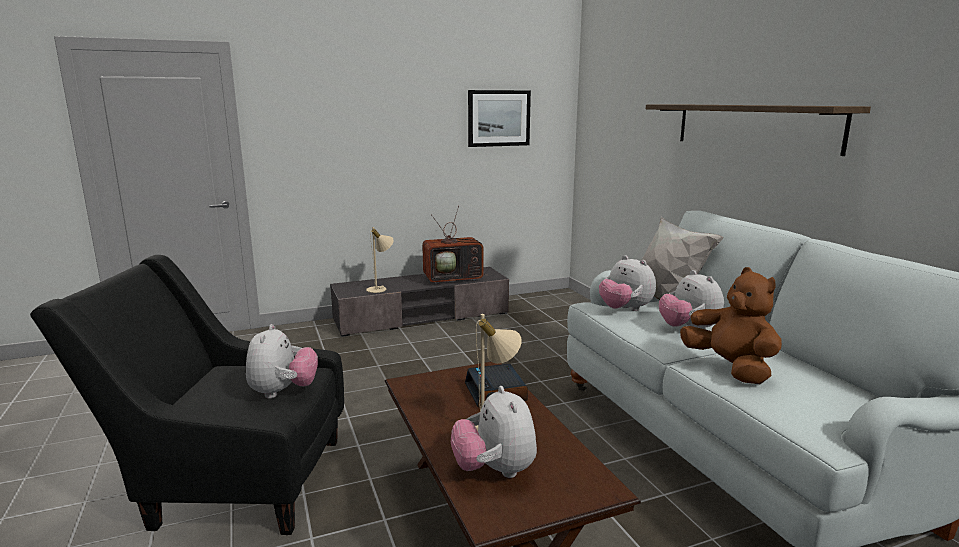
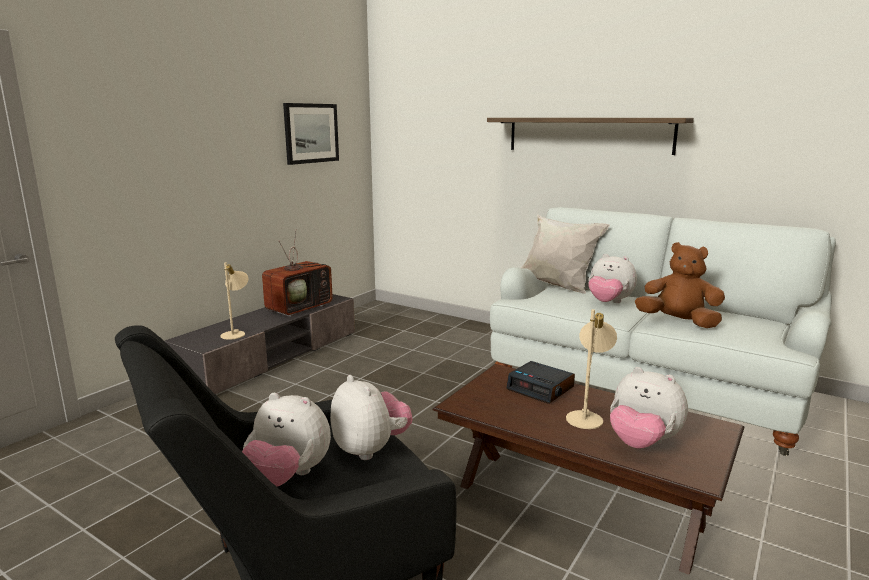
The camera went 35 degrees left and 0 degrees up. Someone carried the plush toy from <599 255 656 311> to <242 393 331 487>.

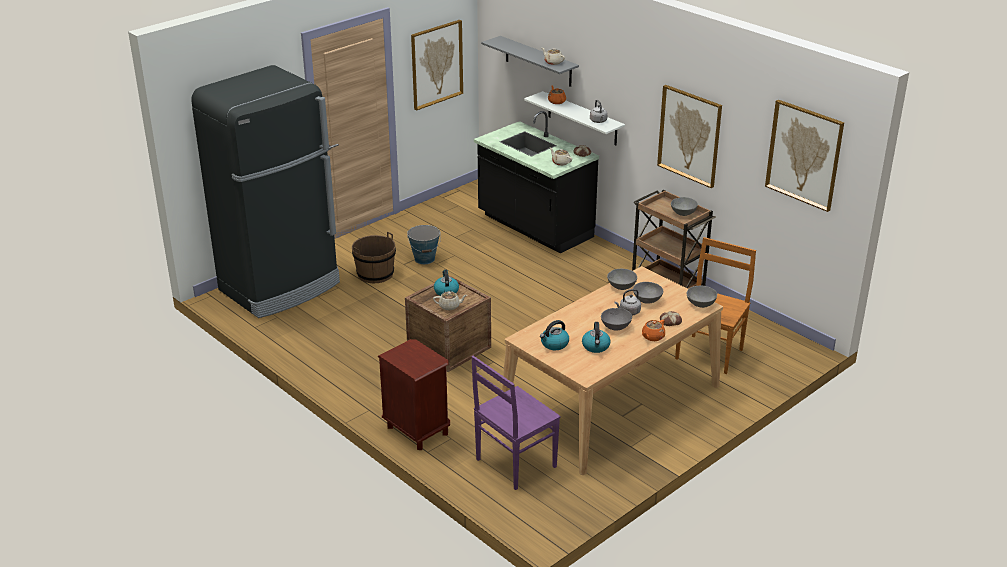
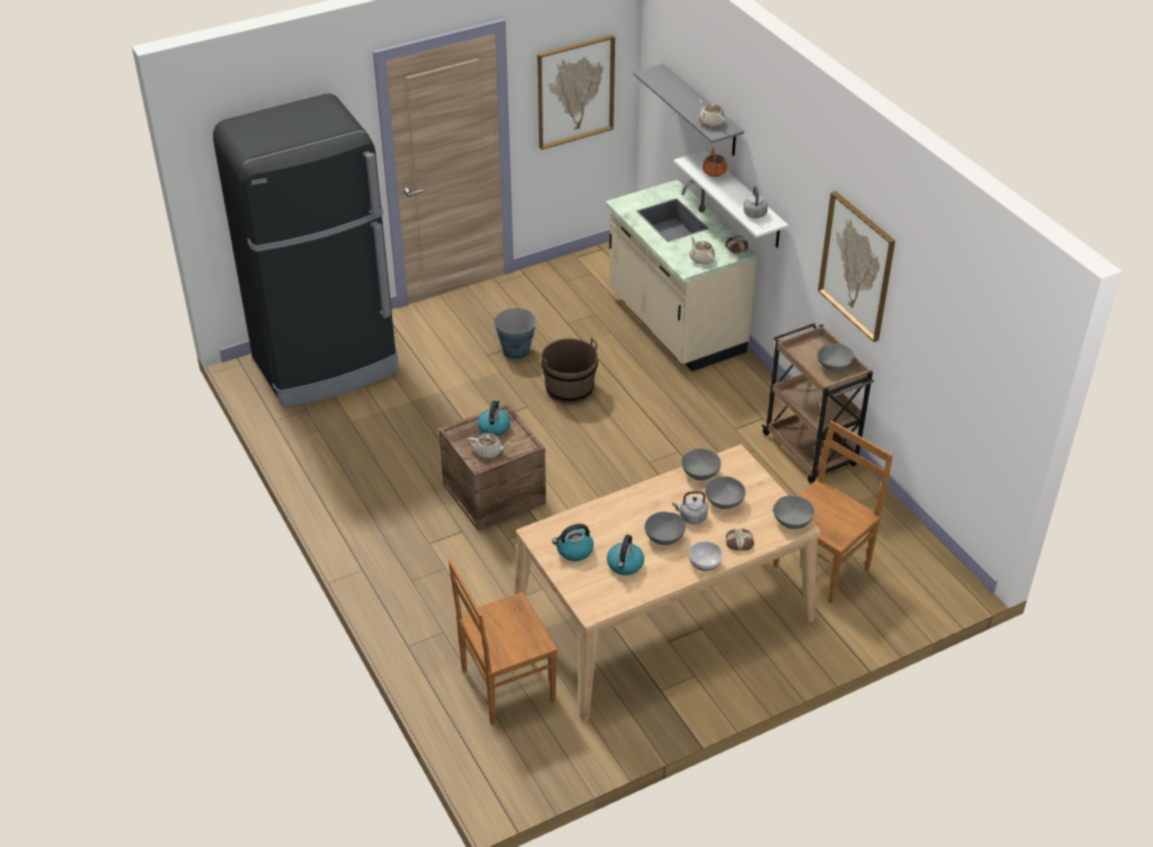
The camera went 15 degrees right and 10 degrees up. Someone repainted the chair/purple at <471 356 561 490>, which became the chair/brown at <448 559 558 725>. Someone carried the bucket/brown from <352 231 396 283> to <541 338 598 404>. Someone repainted the counter/black at <474 111 599 253>, which became the counter/beige at <605 180 758 371>. Someone swapped the teapot/orange at <642 320 665 341> for the bowl at <689 541 723 571>. Someone took away the nightstand/brown at <378 339 450 450>. Someone took away the picture at <765 100 844 212>.

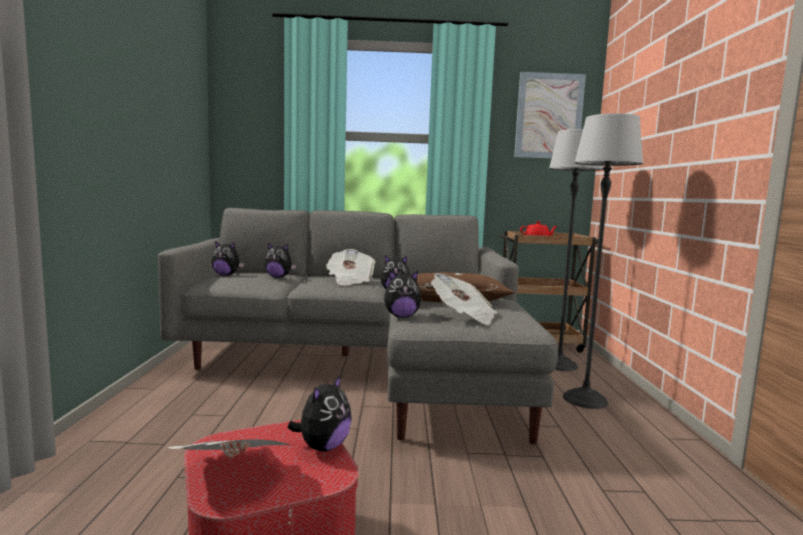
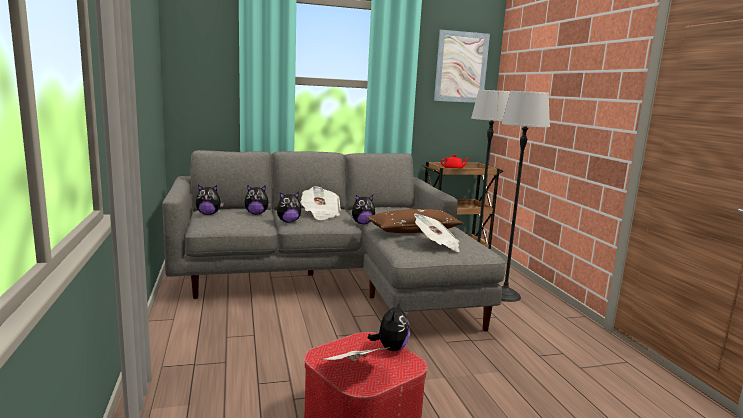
The camera went 15 degrees left and 5 degrees up. Someone carried the plush toy from <384 270 422 317> to <277 192 301 223>.

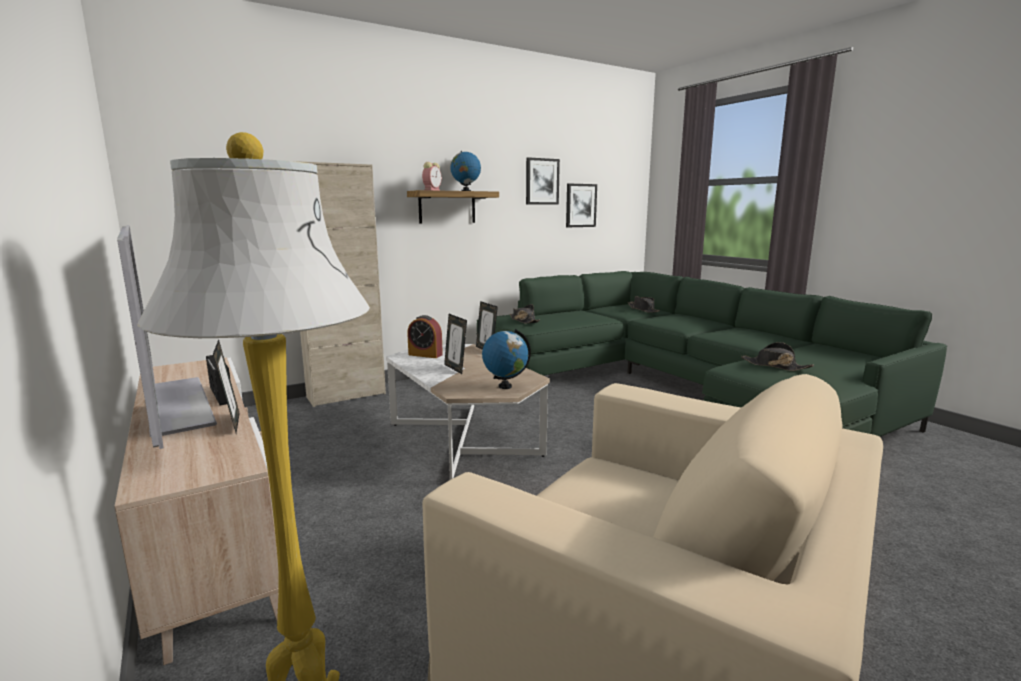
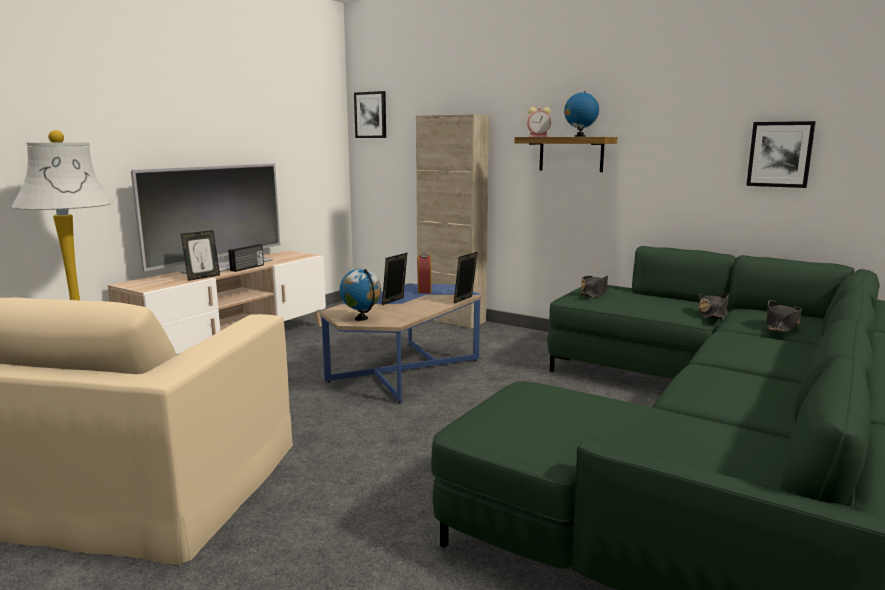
The camera went 65 degrees right and 0 degrees up. Someone repainted the coffee table/white at <386 344 550 480>, which became the coffee table/blue at <320 284 482 403>. Someone carried the picture from <526 157 560 205> to <354 91 386 138>. Someone carried the hat/black from <741 342 814 371> to <698 293 729 319>.

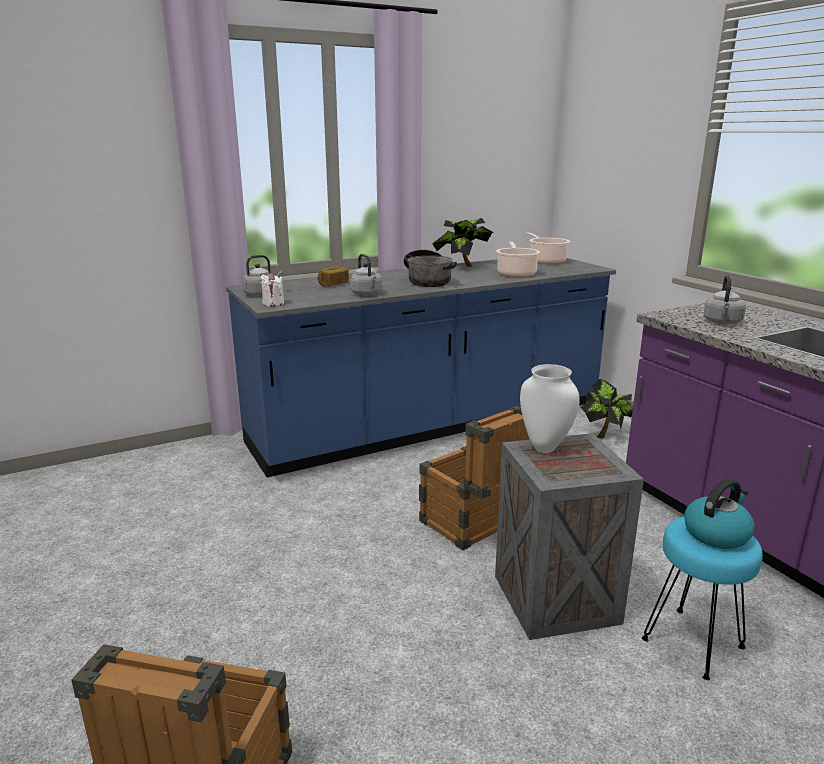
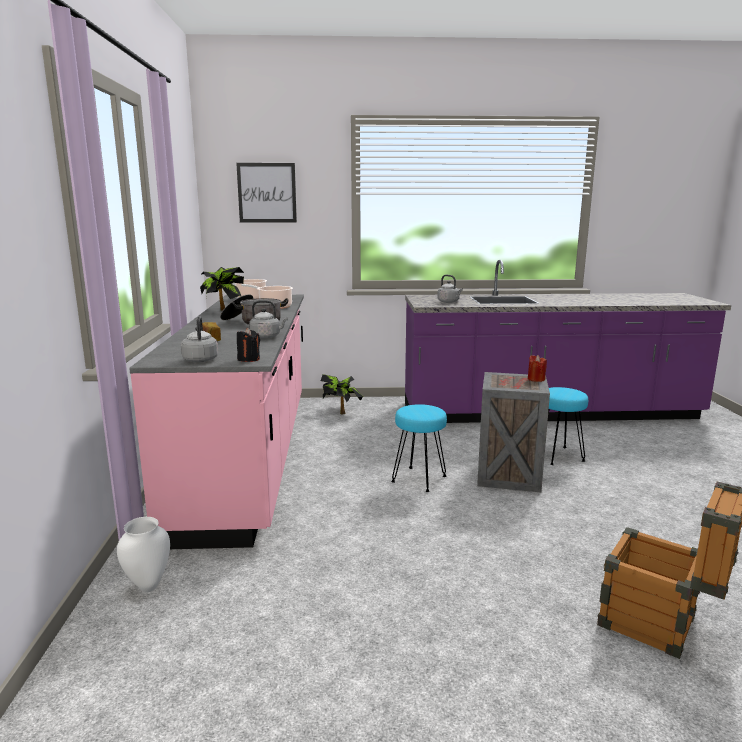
The camera went 65 degrees left and 5 degrees down. Someone carried the vase/white from <520 364 580 453> to <117 517 170 592>. Someone repainted the counter/blue at <226 258 616 477>, which became the counter/pink at <129 295 304 549>. Someone put up the picture at <236 163 297 222>. Someone repainted the candle/white at <260 273 284 307>, which became the candle/black at <237 328 260 362>. Someone swapped the crate at <419 406 530 550> for the stool/turquoise at <391 404 447 492>. Someone put down the candle/red at <528 355 547 382>. Someone took away the kettle at <684 478 755 549>.

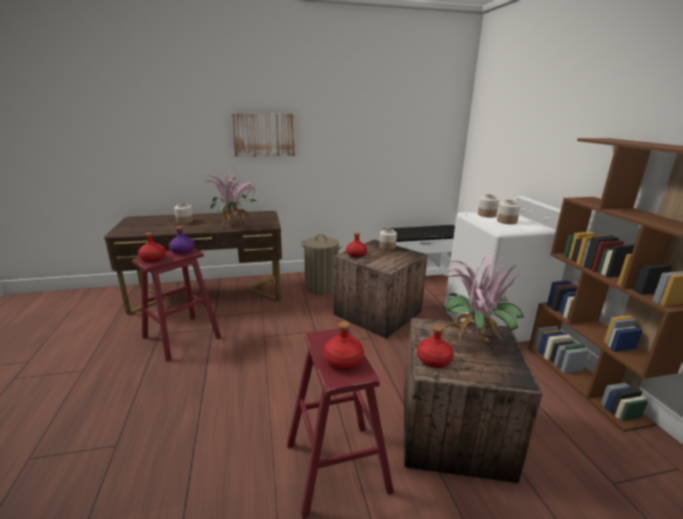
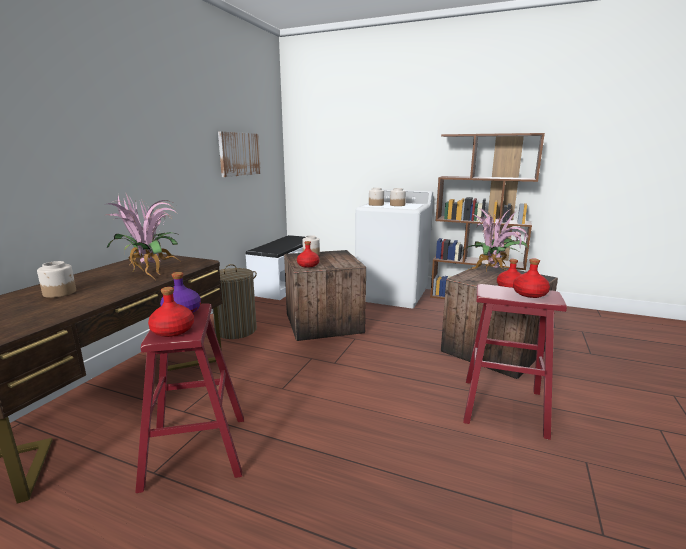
The camera went 55 degrees left and 5 degrees down. Someone carried the picture from <231 113 296 157> to <218 131 261 177>.

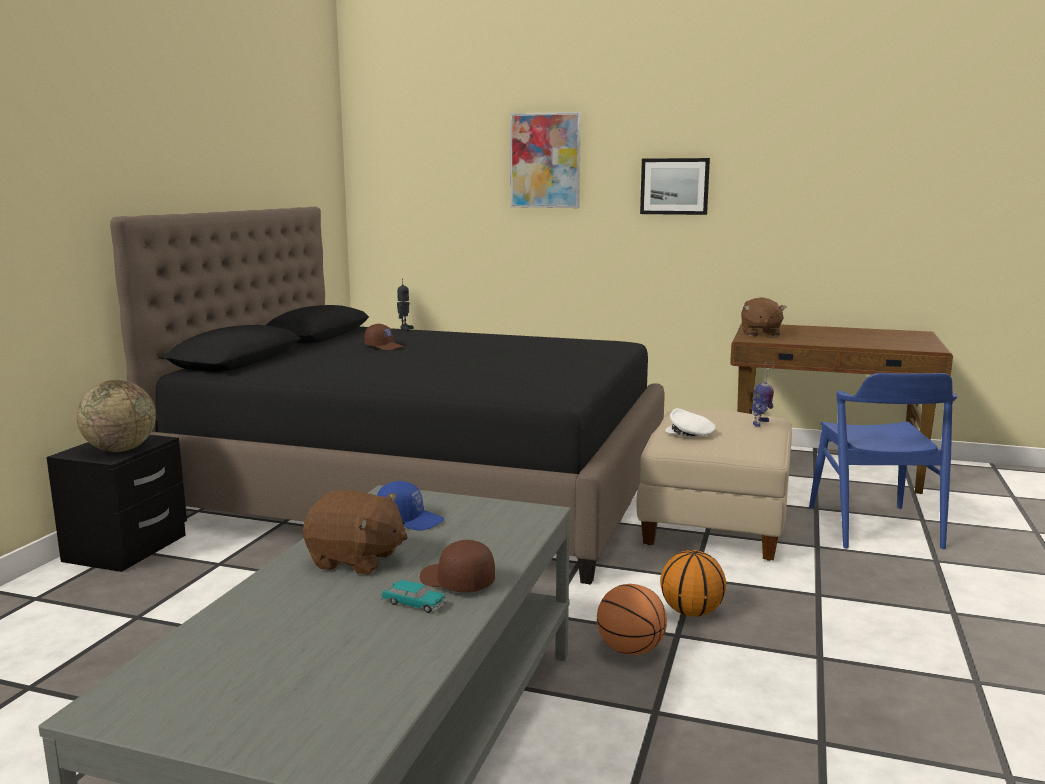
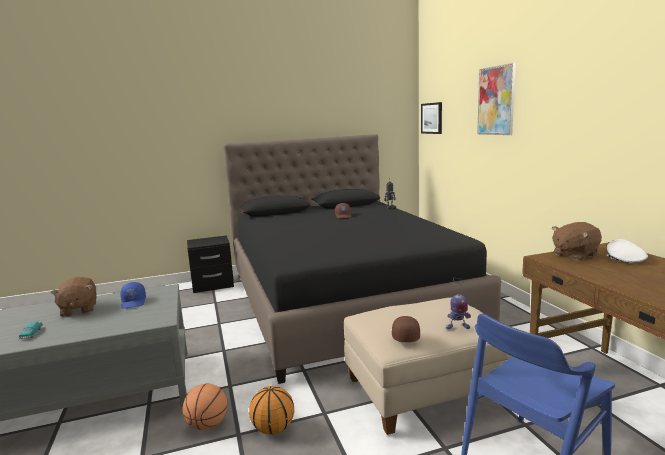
The camera went 55 degrees right and 0 degrees up. Someone carried the cap/brown from <420 540 495 592> to <392 316 420 342>. Someone carried the picture from <640 158 710 215> to <421 102 442 134>. Someone carried the cap/white from <665 408 715 436> to <607 239 648 262>. Someone took away the globe at <77 380 156 452>.

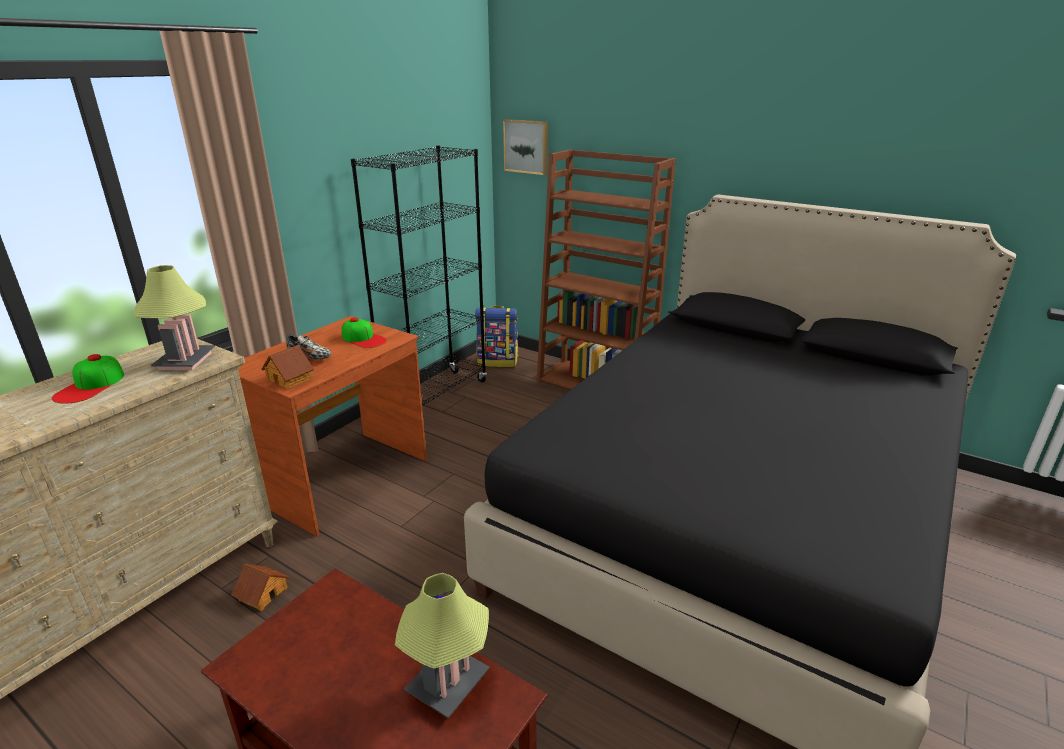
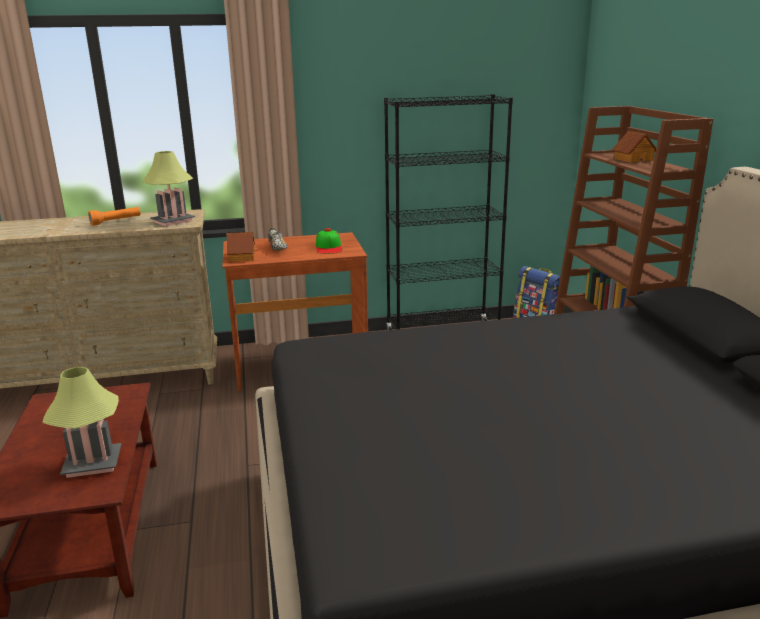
The camera went 45 degrees right and 5 degrees down. Someone swapped the cap at <52 354 124 404> for the flashlight/orange at <88 207 141 226>. Someone carried the toy house from <231 564 289 611> to <612 131 656 163>. Someone took away the picture at <503 119 548 175>.

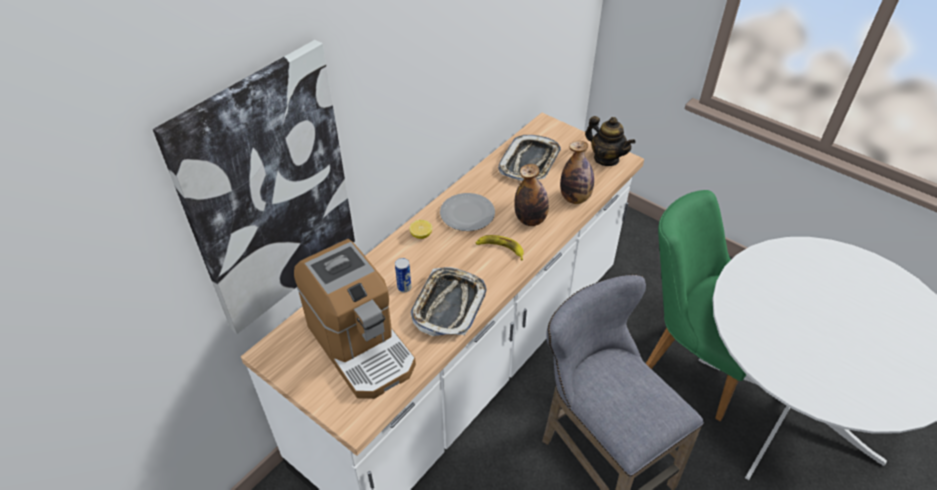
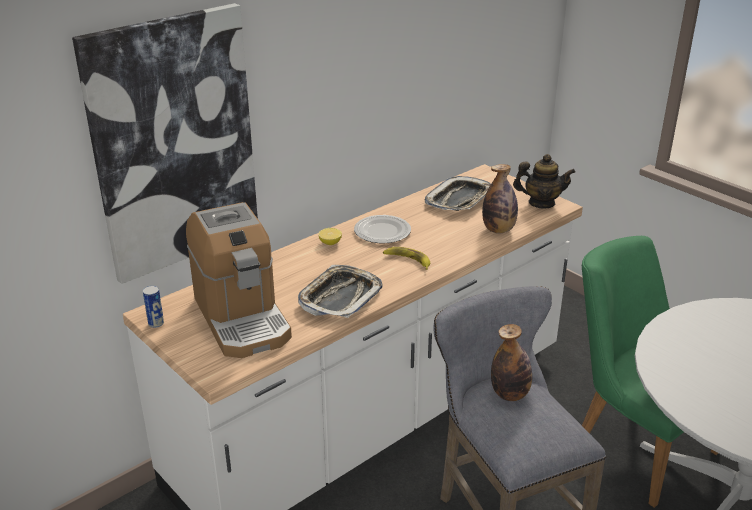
The camera went 10 degrees right and 15 degrees down. Someone carried the can from <395 258 411 292> to <143 286 164 328>. Someone carried the bottle from <514 164 549 226> to <491 324 532 401>. Someone rotated the teapot at <585 116 636 166> by 45 degrees counterclockwise.

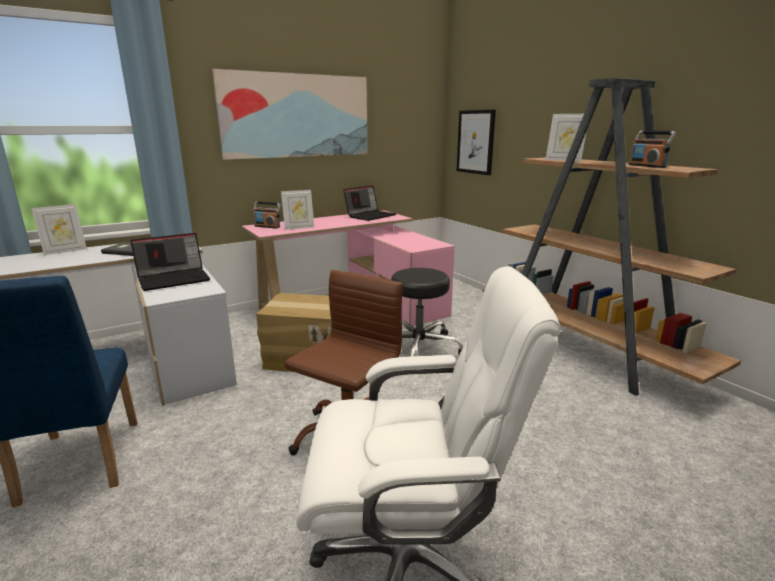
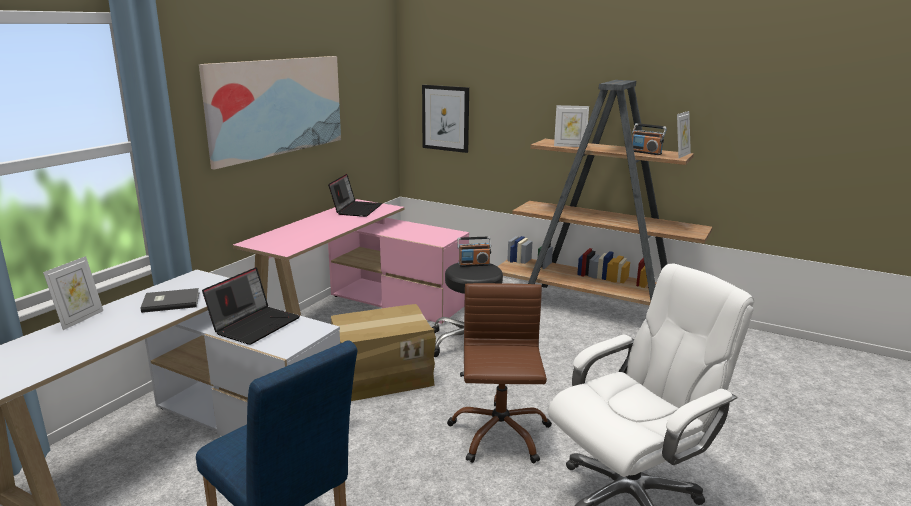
The camera went 30 degrees left and 0 degrees up. Someone carried the radio from <253 201 281 228> to <457 237 491 267>. Someone carried the picture frame from <281 190 314 230> to <677 111 691 158>.

